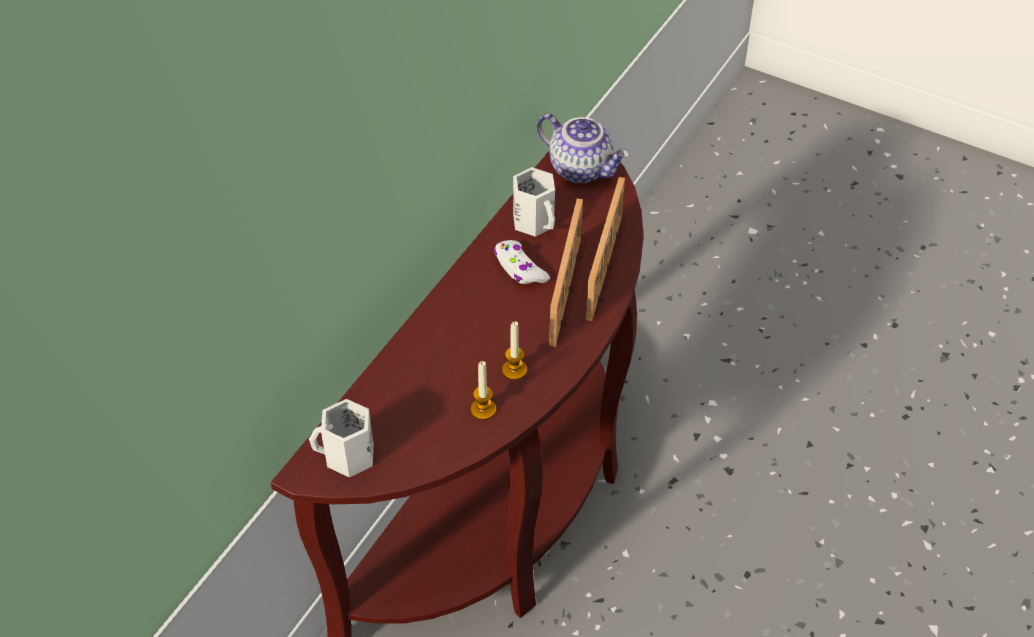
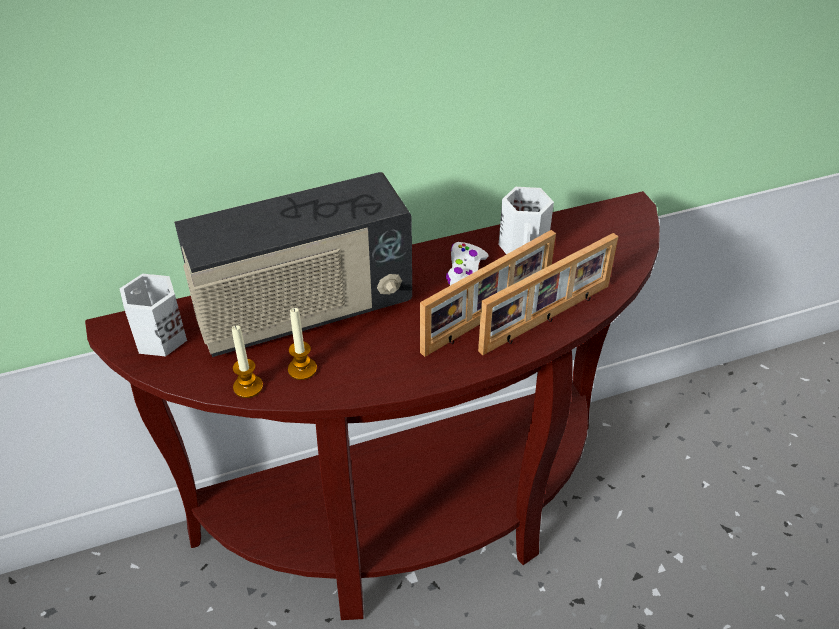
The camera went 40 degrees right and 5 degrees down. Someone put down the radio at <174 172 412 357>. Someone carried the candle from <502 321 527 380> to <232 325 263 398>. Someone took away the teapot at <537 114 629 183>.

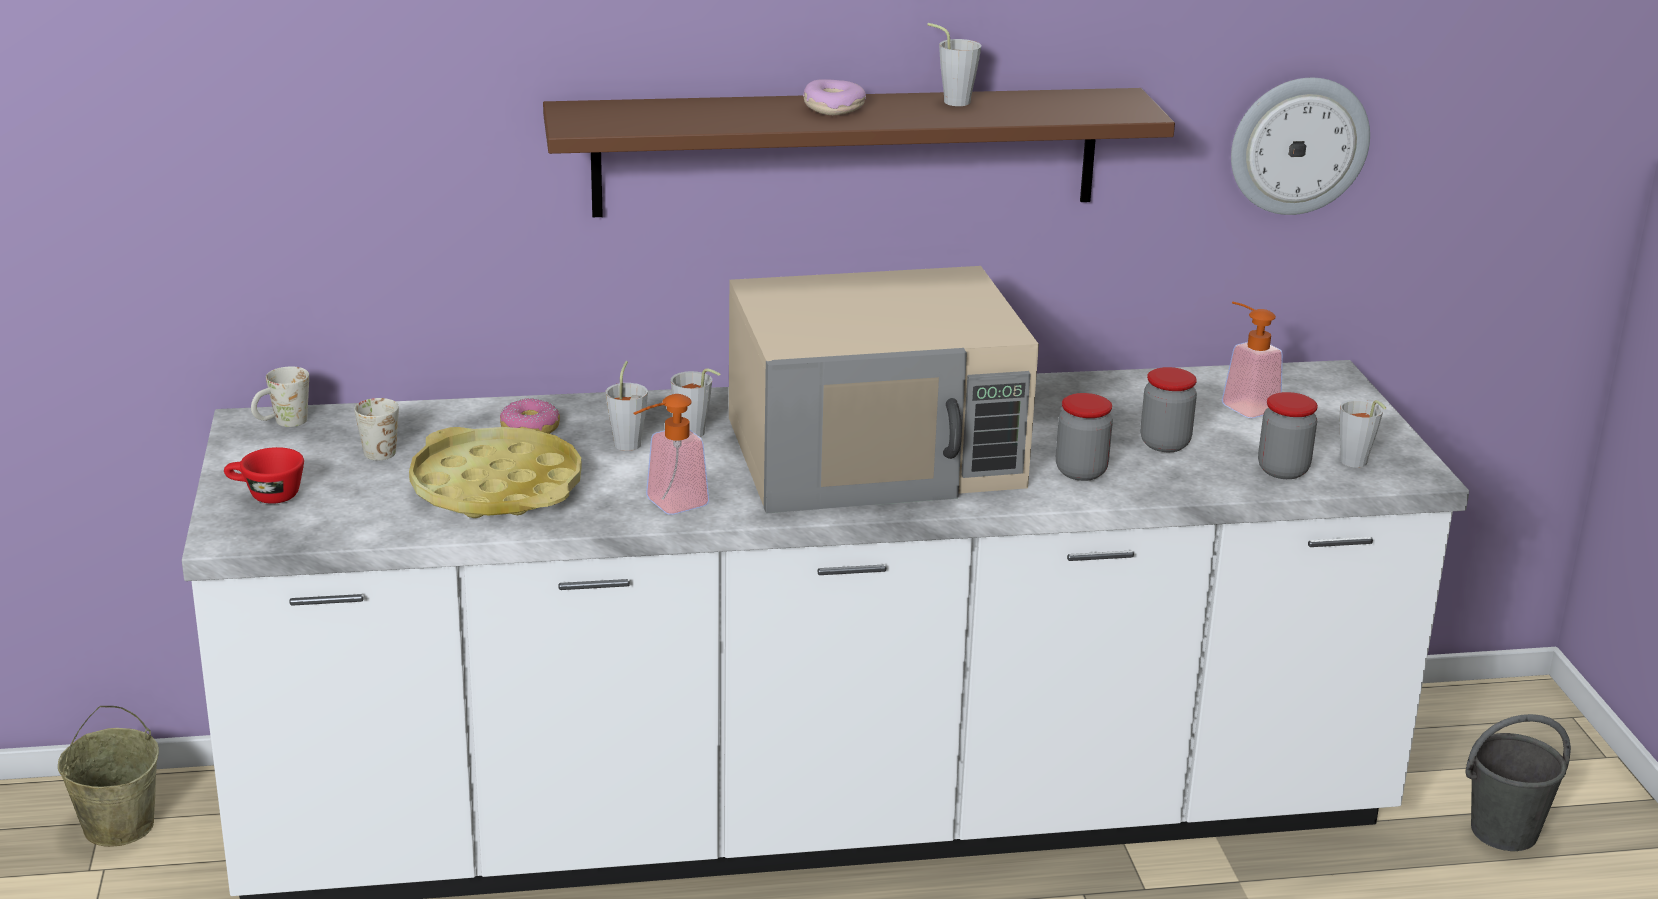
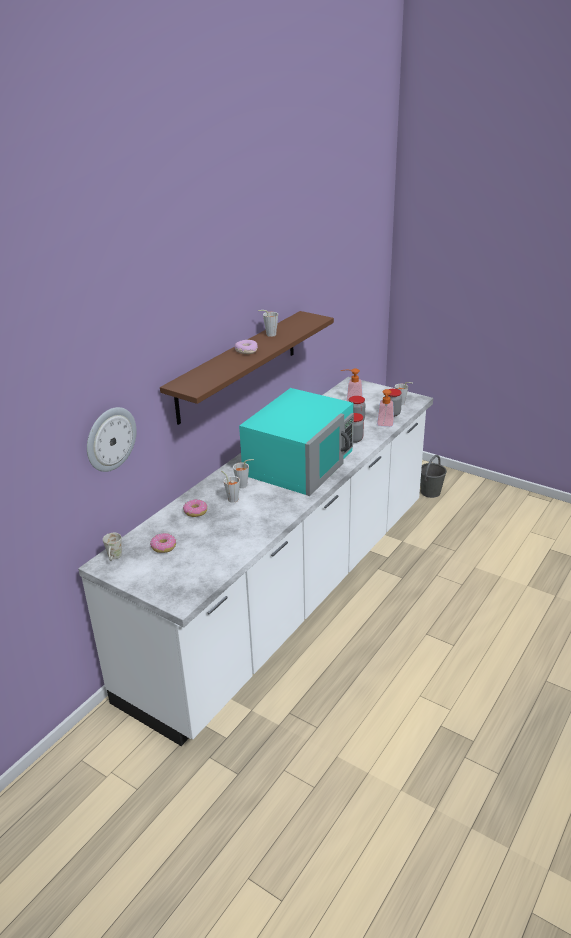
The camera went 45 degrees left and 5 degrees up. Someone carried the wall clock from <1231 78 1370 215> to <87 407 136 472>. Someone swapped the mug/white at <354 398 399 460> for the donut at <150 533 176 553>. Someone repainted the microwave/beige at <729 266 1039 514>, which became the microwave/turquoise at <239 388 354 496>. Someone carried the soap dispenser from <634 394 709 515> to <377 389 394 427>. Someone took away the bucket/beige at <58 706 159 847>. Someone took away the cup/red at <224 447 304 504>. Someone took away the tray/yellow at <409 427 582 518>.

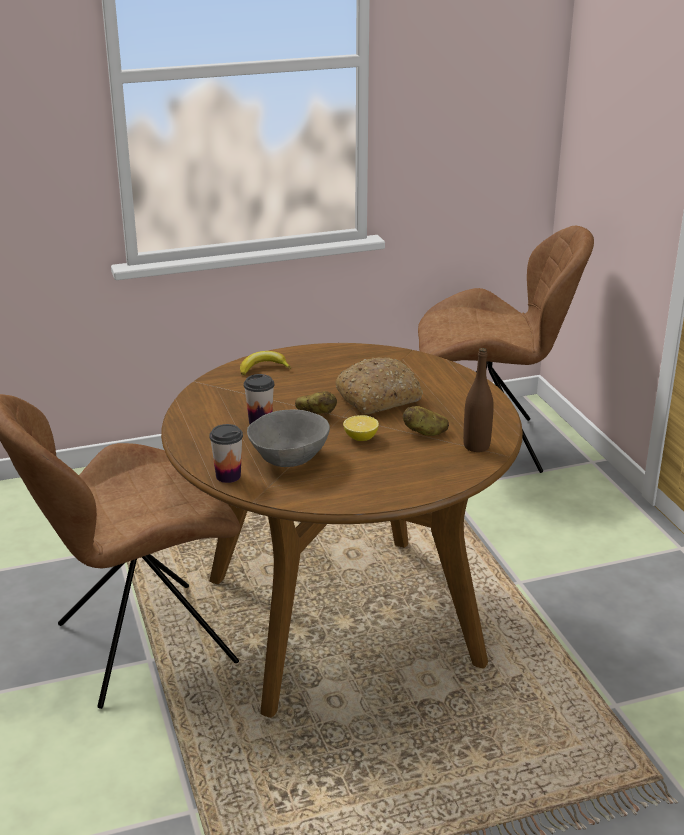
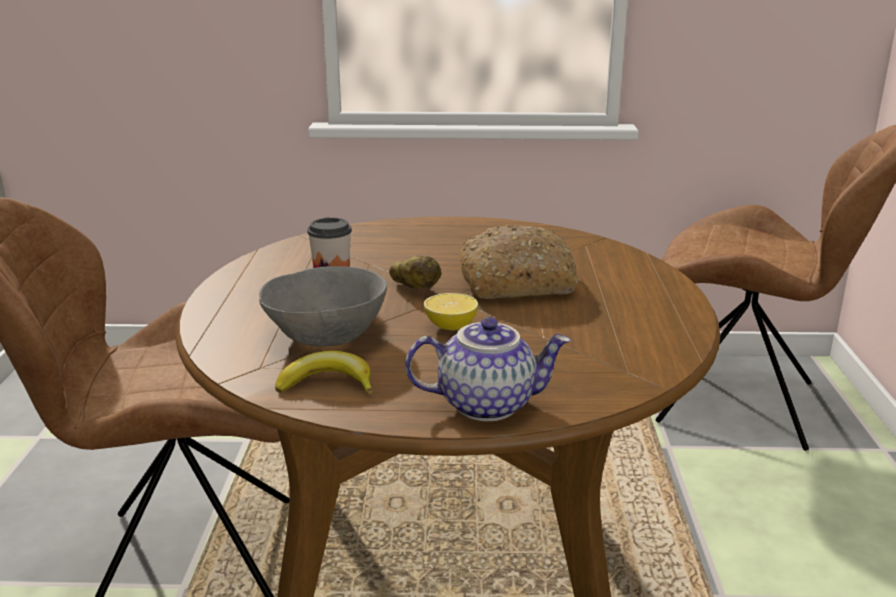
The camera went 20 degrees right and 5 degrees down. Someone carried the banana from <240 351 291 375> to <275 351 373 395>. Someone put down the teapot at <405 317 571 421>. Someone took away the cup at <209 424 243 483>. Someone took away the potato at <403 406 449 436>. Someone took away the bottle/brown at <463 348 494 452>.

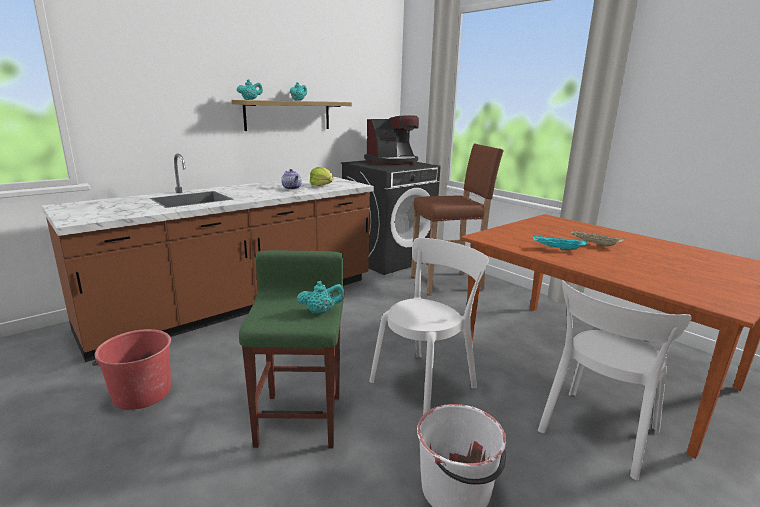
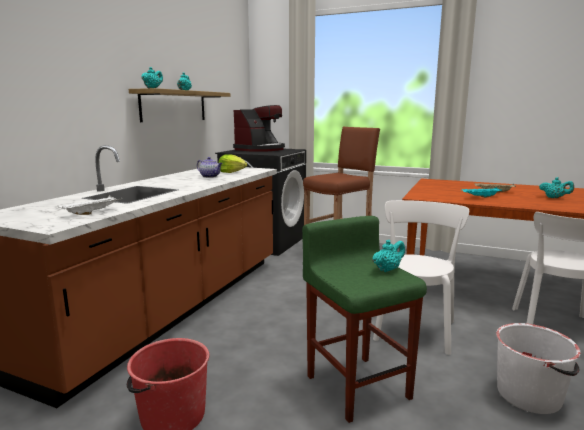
The camera went 25 degrees left and 5 degrees down. Someone put down the tray/white at <58 195 122 215>. Someone put down the teapot/turquoise at <539 177 574 198>.

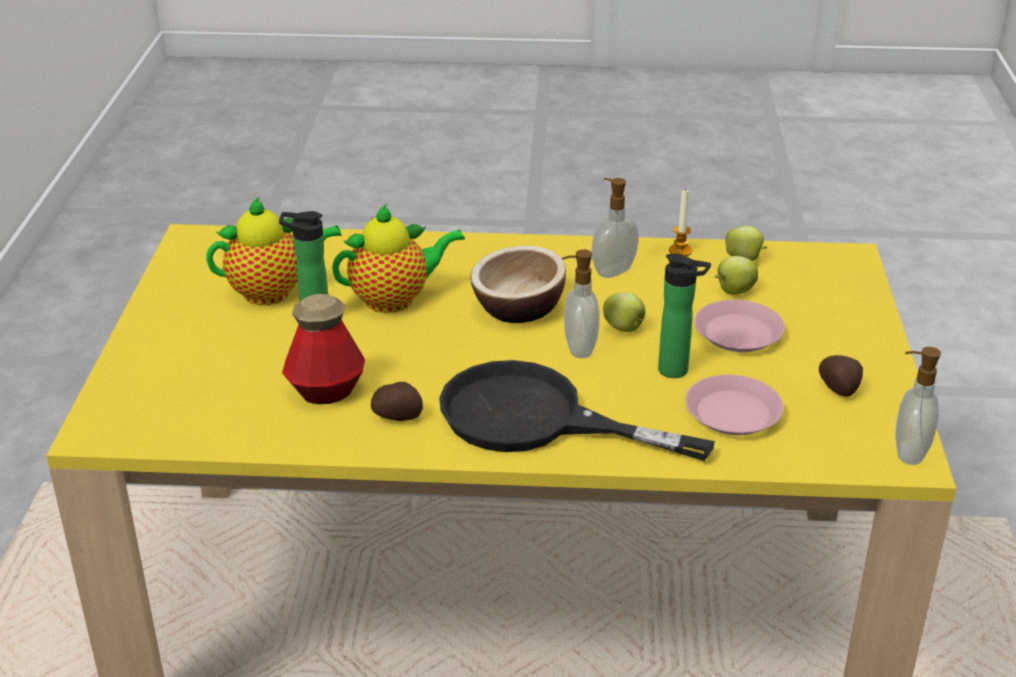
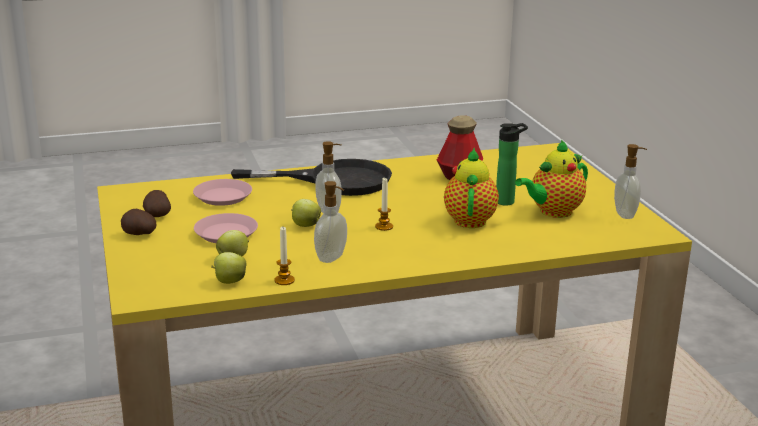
The camera went 160 degrees right and 10 degrees down. Someone carried the potato from <371 382 423 421> to <121 209 156 235>. Someone swapped the bowl at <470 246 566 323> for the candle at <375 178 393 231>. Someone rotated the teapot at <332 204 465 313> by 135 degrees clockwise. Someone carried the soap dispenser from <895 347 941 465> to <614 144 647 219>. Someone took away the bottle at <658 254 711 378>.

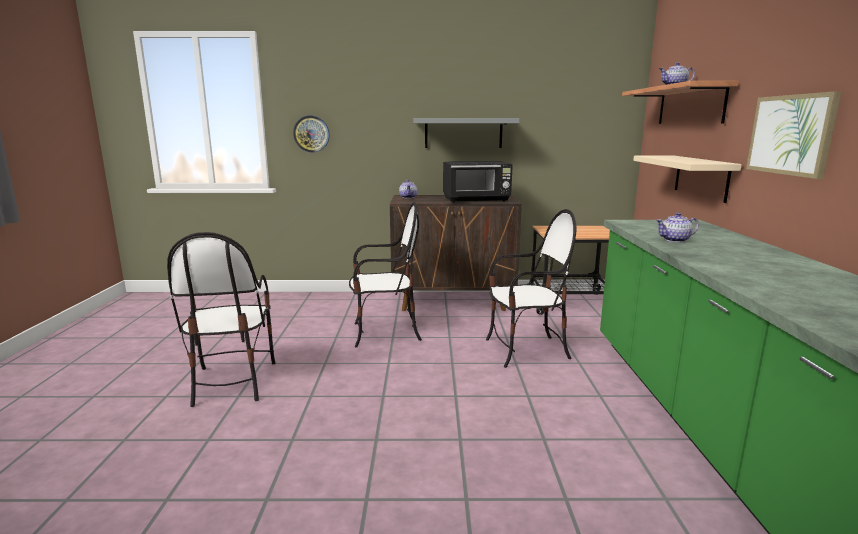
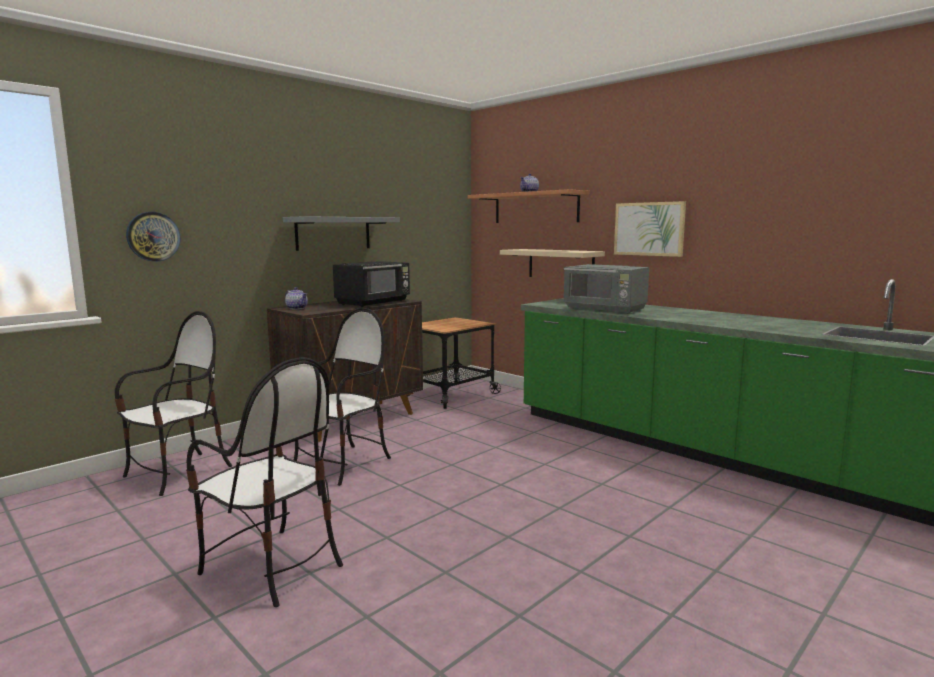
The camera went 45 degrees left and 5 degrees down. Someone carried the chair from <486 209 577 368> to <115 311 232 496>. Someone swapped the teapot at <656 212 699 242> for the microwave/grey at <563 264 649 314>.

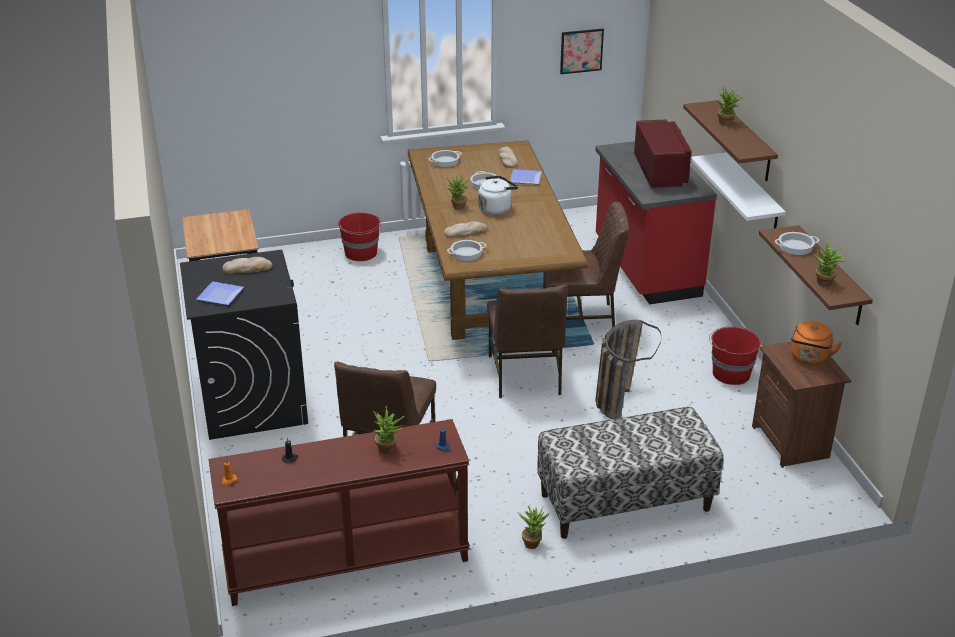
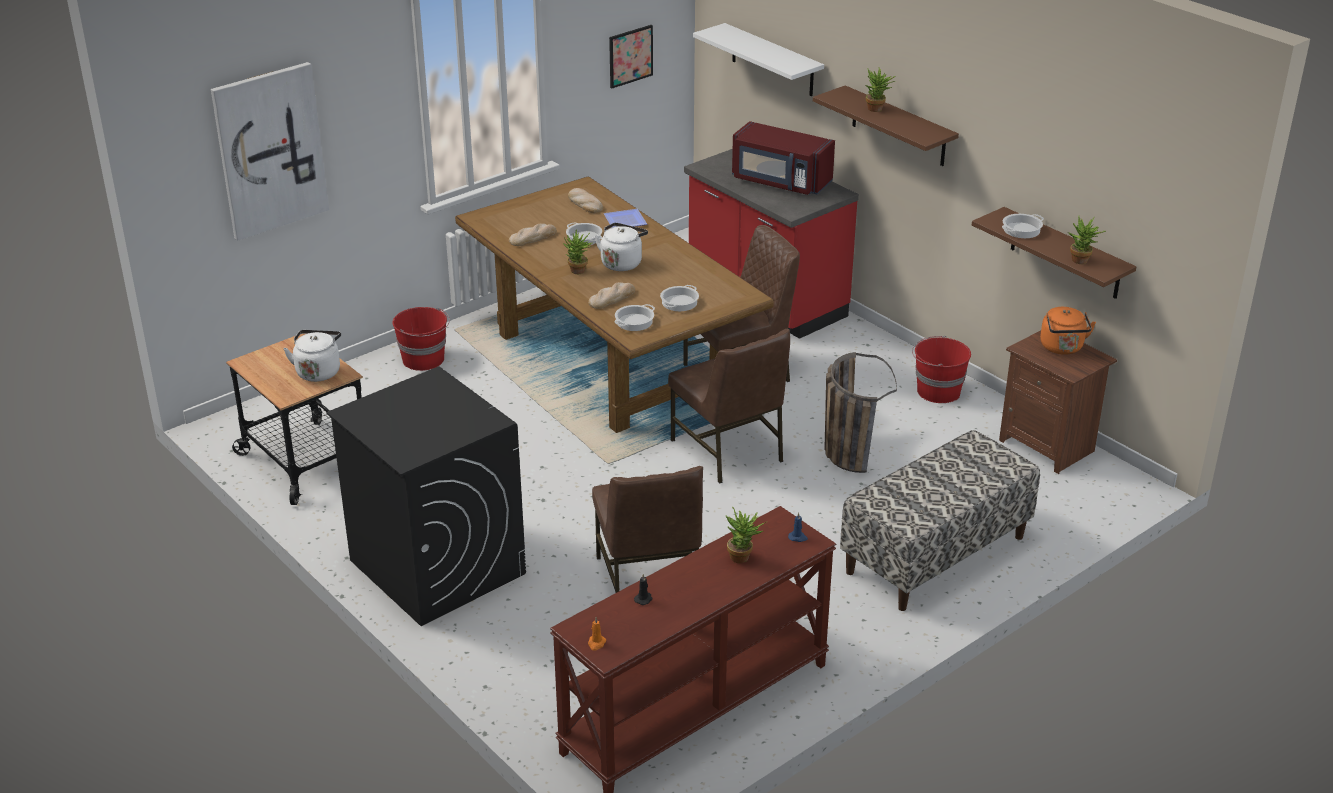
The camera went 25 degrees left and 0 degrees up. Someone put up the picture at <211 62 329 240>. Someone put down the kettle/white at <283 330 341 382>. Someone carried the bread from <223 257 273 274> to <509 223 557 246>. Someone carried the cooking pot from <428 150 462 167> to <660 285 699 311>. Someone carried the shelf/white from <690 153 786 229> to <693 23 824 96>. Someone rotated the microwave/red at <634 119 691 189> by 150 degrees clockwise. Someone took away the plate at <196 282 244 305>. Someone took away the potted plant at <517 506 549 549>.

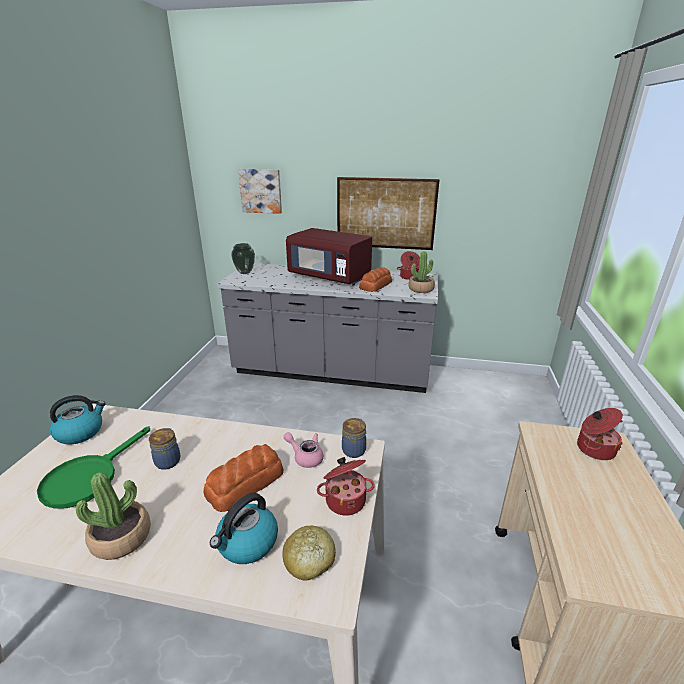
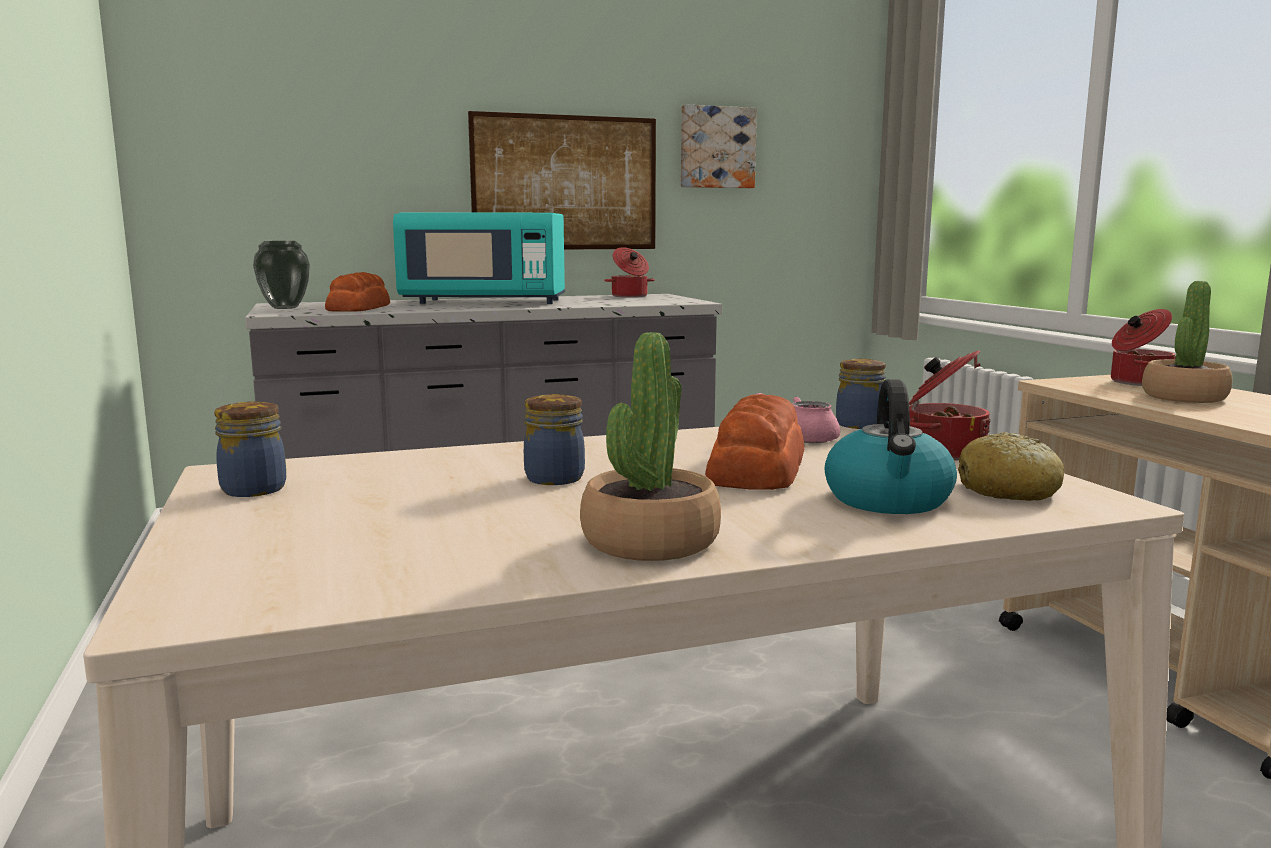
The camera went 30 degrees left and 15 degrees down. Someone swapped the kettle at <50 395 106 444> for the jar at <214 401 286 497>. Someone carried the bread from <359 267 392 292> to <325 272 390 312>. Someone repainted the microwave/red at <286 228 372 286>, which became the microwave/turquoise at <393 213 565 304>. Someone carried the picture from <238 169 282 214> to <681 104 757 188>. Someone carried the potted plant from <408 251 435 293> to <1142 281 1232 403>. Someone took away the frying pan/green at <37 426 150 509>.

